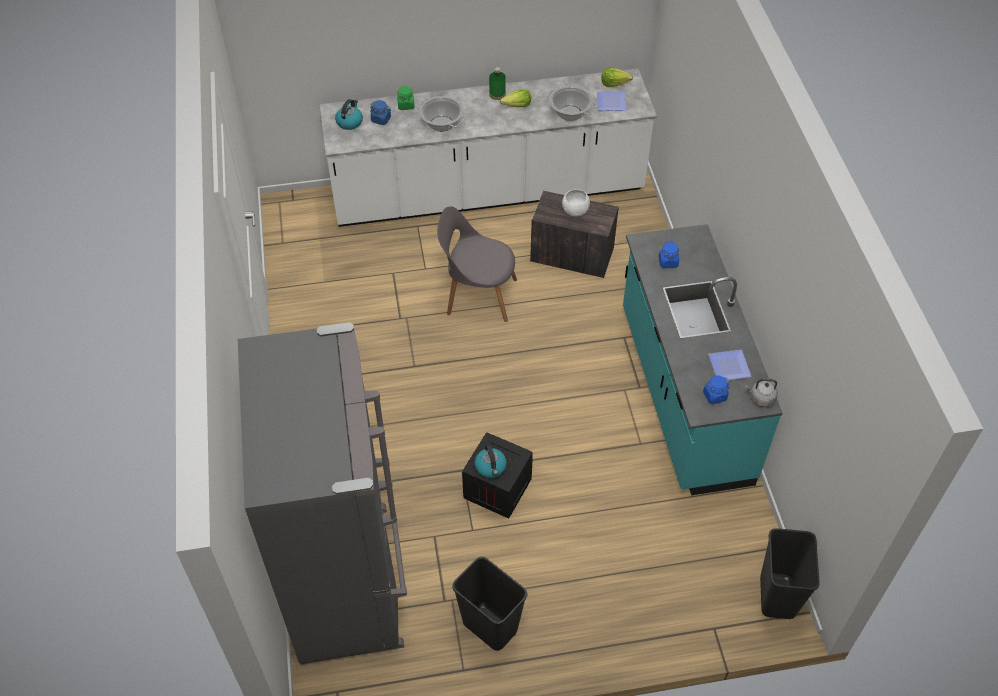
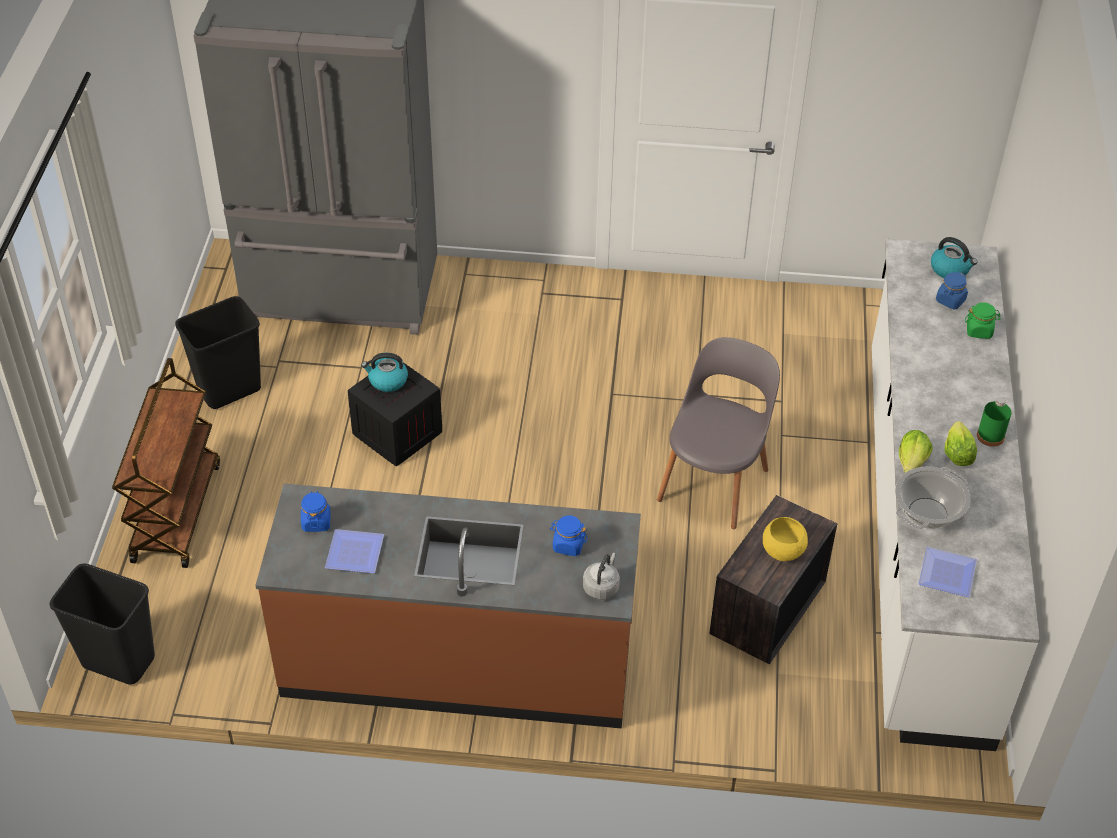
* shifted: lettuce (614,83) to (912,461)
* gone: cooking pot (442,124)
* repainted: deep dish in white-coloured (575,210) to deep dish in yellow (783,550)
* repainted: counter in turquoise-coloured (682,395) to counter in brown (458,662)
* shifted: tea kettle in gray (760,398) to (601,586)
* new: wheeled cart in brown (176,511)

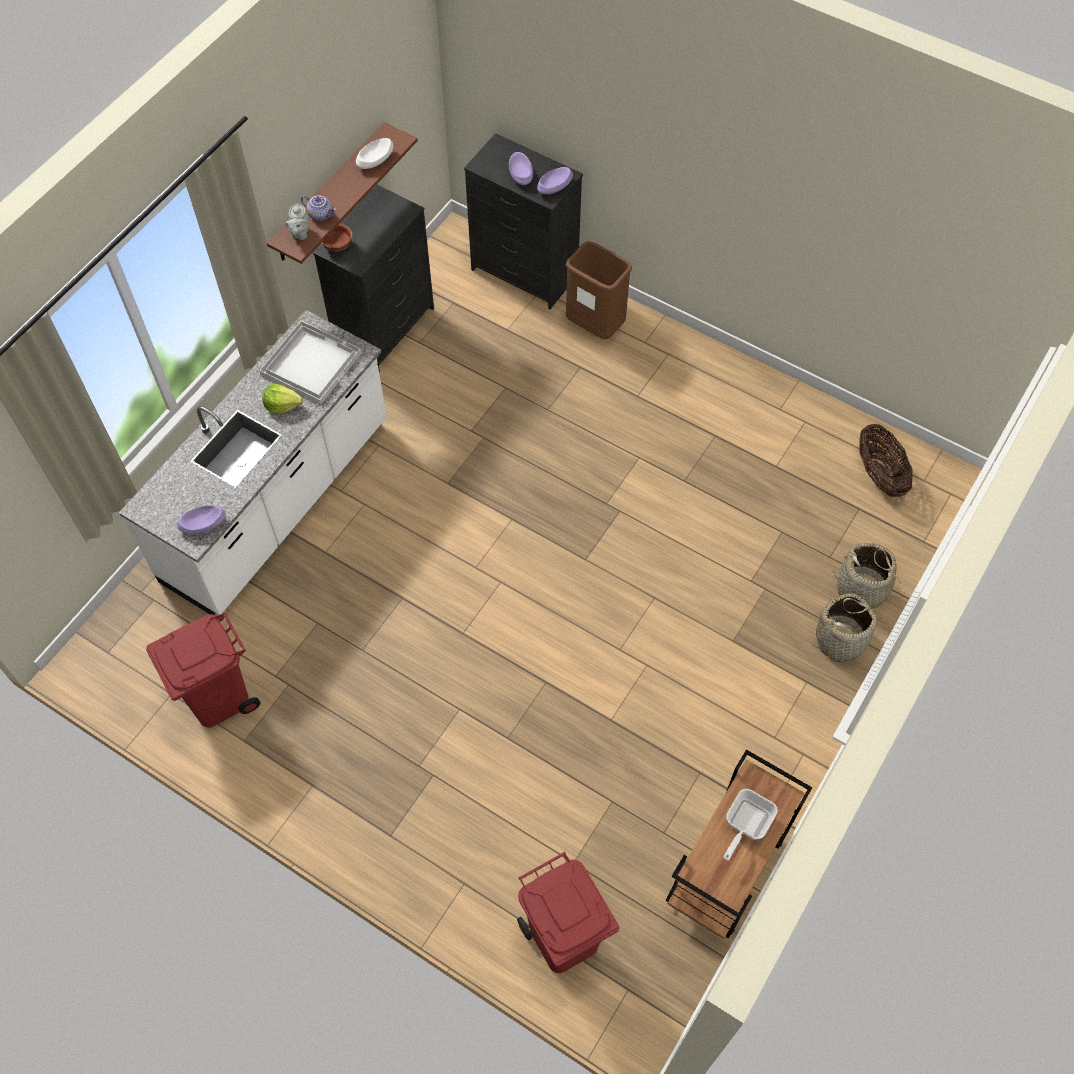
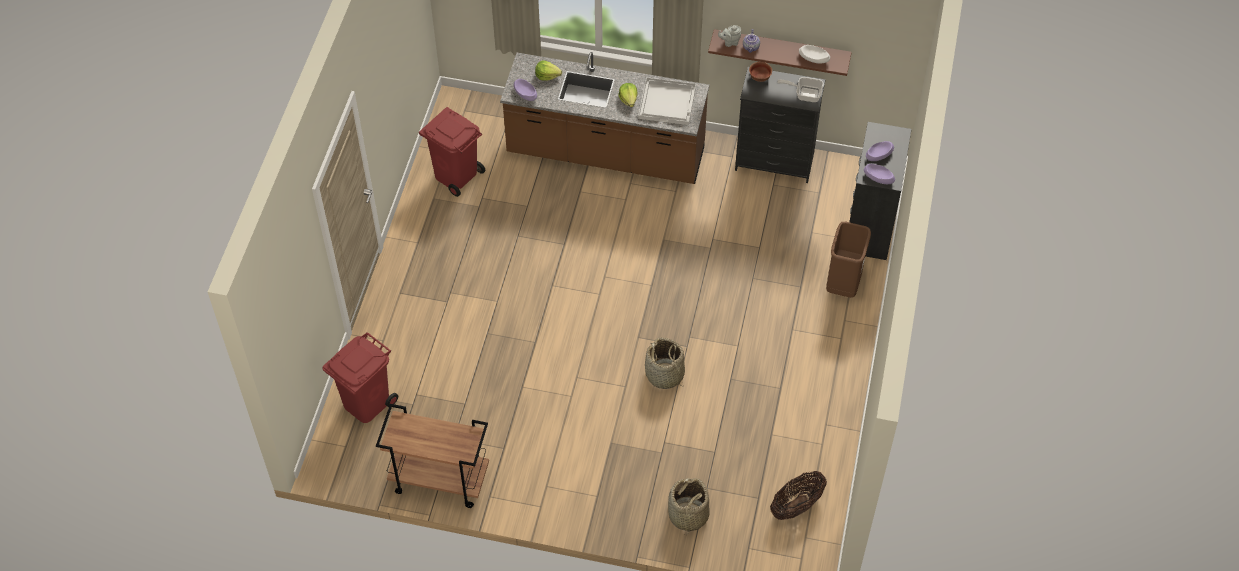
* repainted: counter in white-coloured (279,503) to counter in brown (605,154)
* shifted: household basket (841,639) to (665,375)
* shifted: skillet (745,824) to (804,94)
* new: lettuce (547,75)

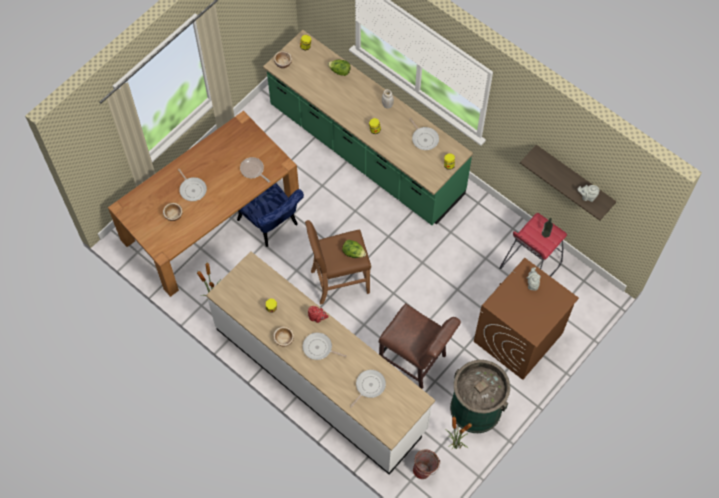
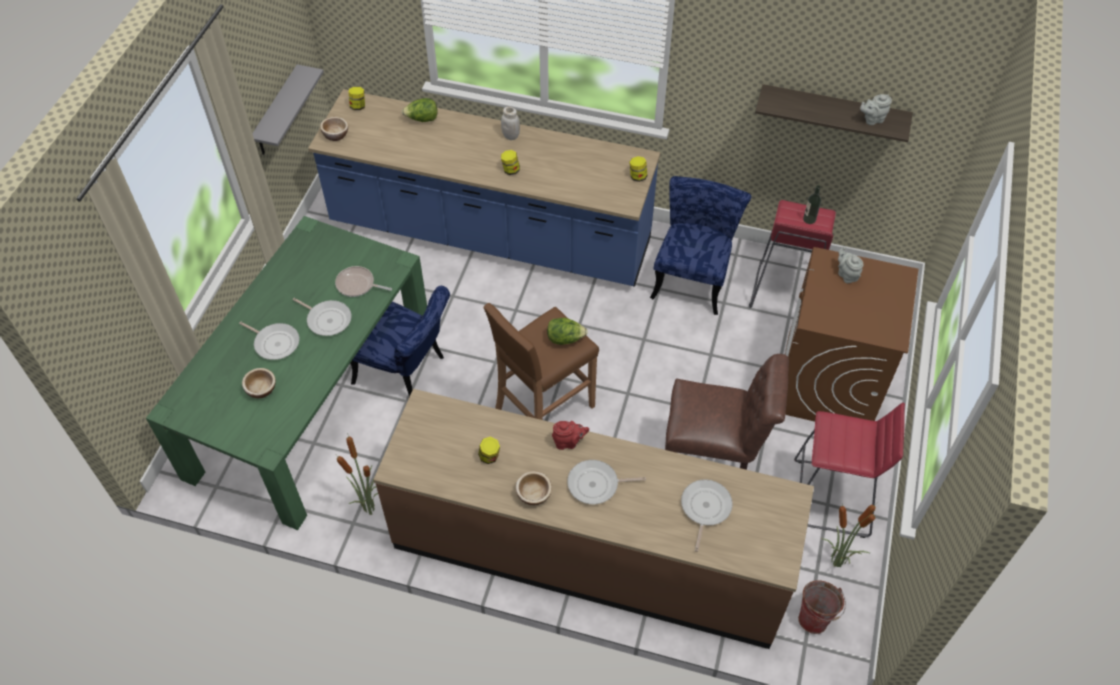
* repainted: counter in green-coloured (365,151) to counter in blue-coloured (490,234)
* repainted: kitchen table in brown (210,219) to kitchen table in green-coloured (311,398)
* shifted: skillet (424,138) to (327,319)
* repainted: counter in white-coloured (321,378) to counter in brown (589,552)
* swapped: trash can in green-coloured (476,408) to stool seat in reddish (832,498)
* new: wall shelf in gray (277,112)
* new: plain chair in blue-coloured (693,276)

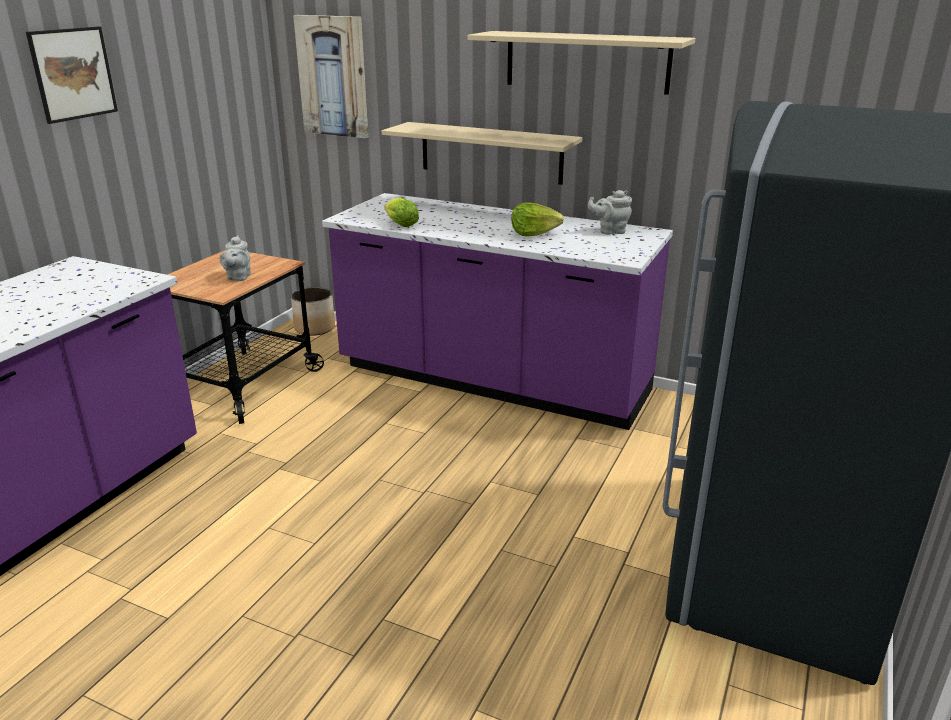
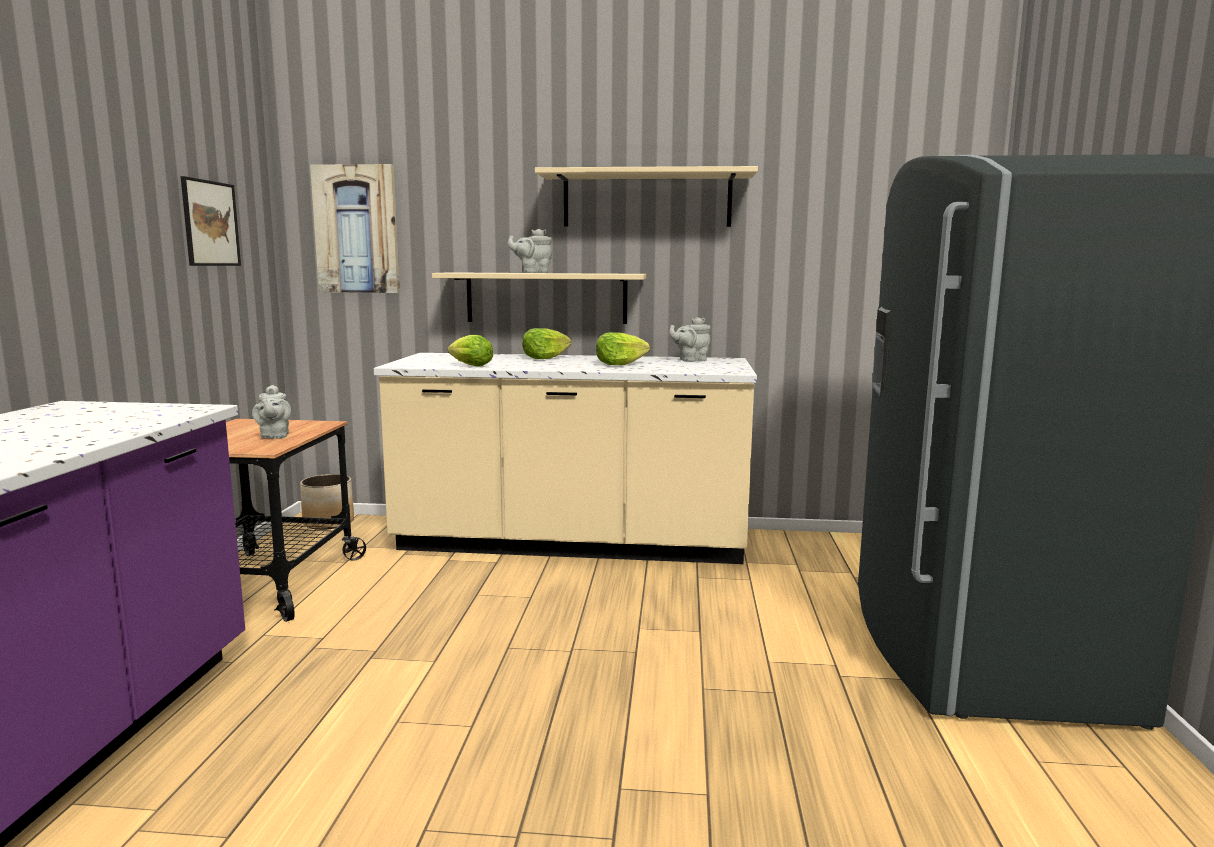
* shifted: wall art (73,74) to (210,223)
* repainted: counter in purplish (492,381) to counter in beige-coloured (571,544)
* new: teapot in gray (532,272)
* new: lettuce (544,358)

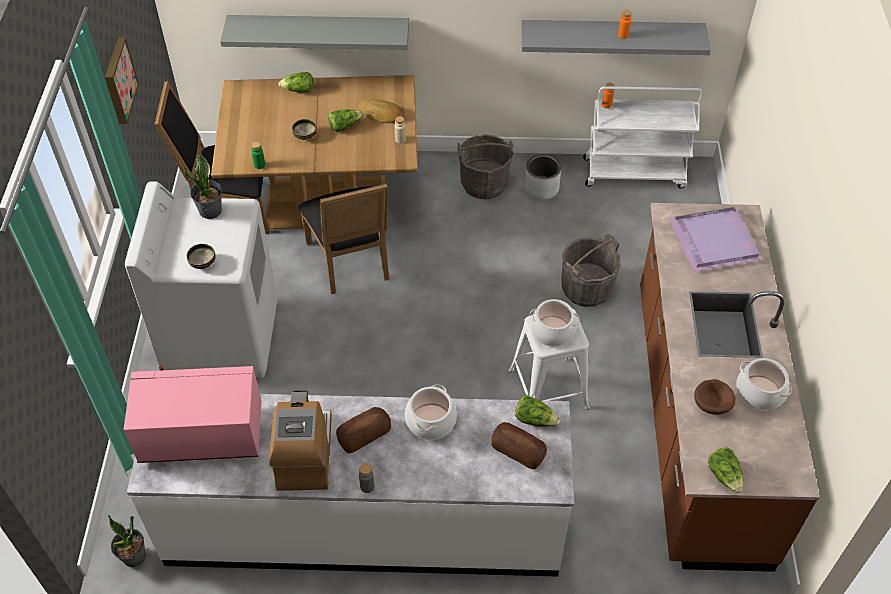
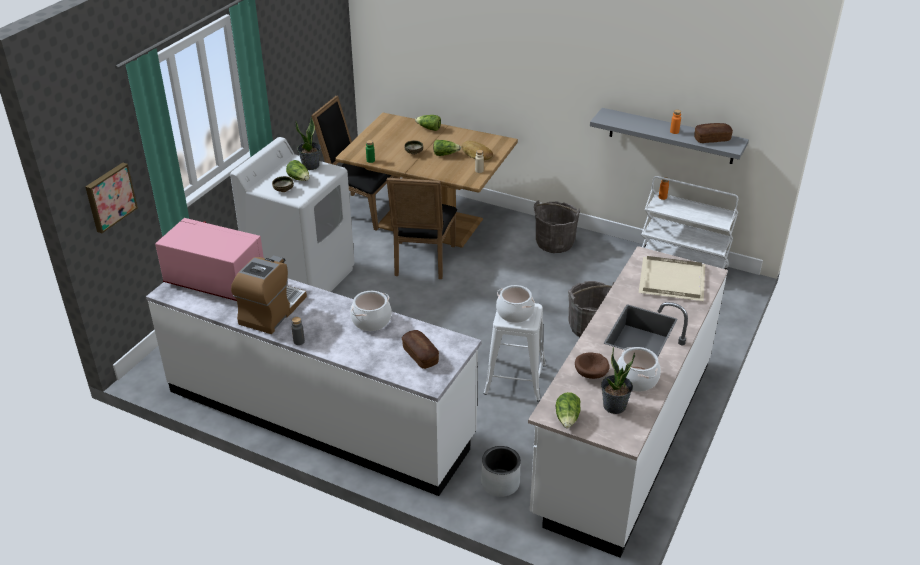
* gone: wall shelf in gray (319,31)
* shifted: wall art (118,80) to (109,197)
* shifted: plant pot in gray (542,188) to (500,483)
* repainted: counter in brown (697,420) to counter in white-coloured (623,437)
* repainted: tray in purplish (716,241) to tray in beige-coloured (673,281)
* shifted: lettuce (535,419) to (299,179)
* shifted: baked bread (364,435) to (712,139)
* shifted: potted plant (134,556) to (614,406)

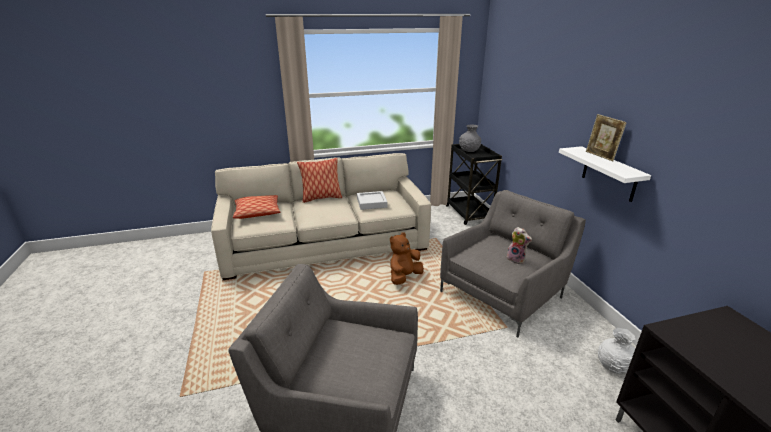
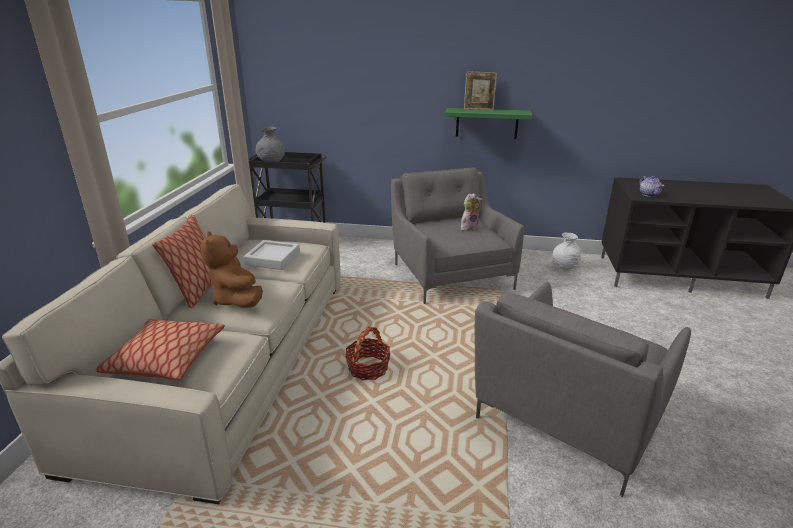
* repainted: wall shelf in white-coloured (609,174) to wall shelf in green-coloured (487,123)
* shifted: cuddly toy in brown (404,277) to (238,300)
* new: teapot (649,194)
* new: household basket (368,368)

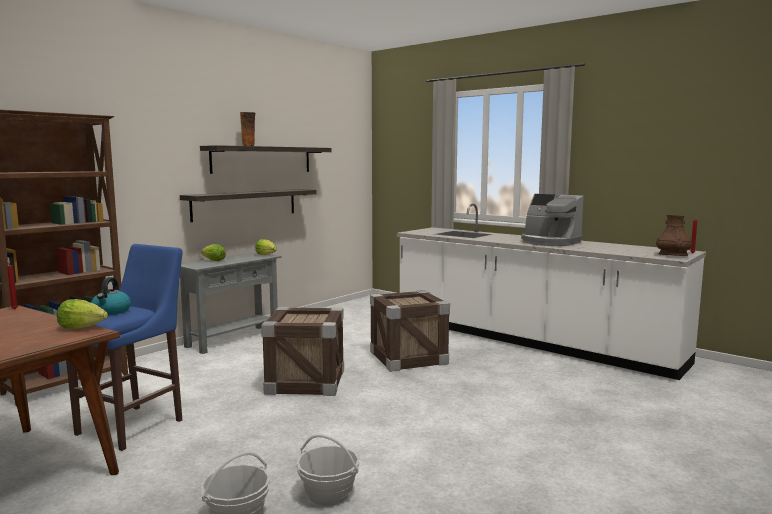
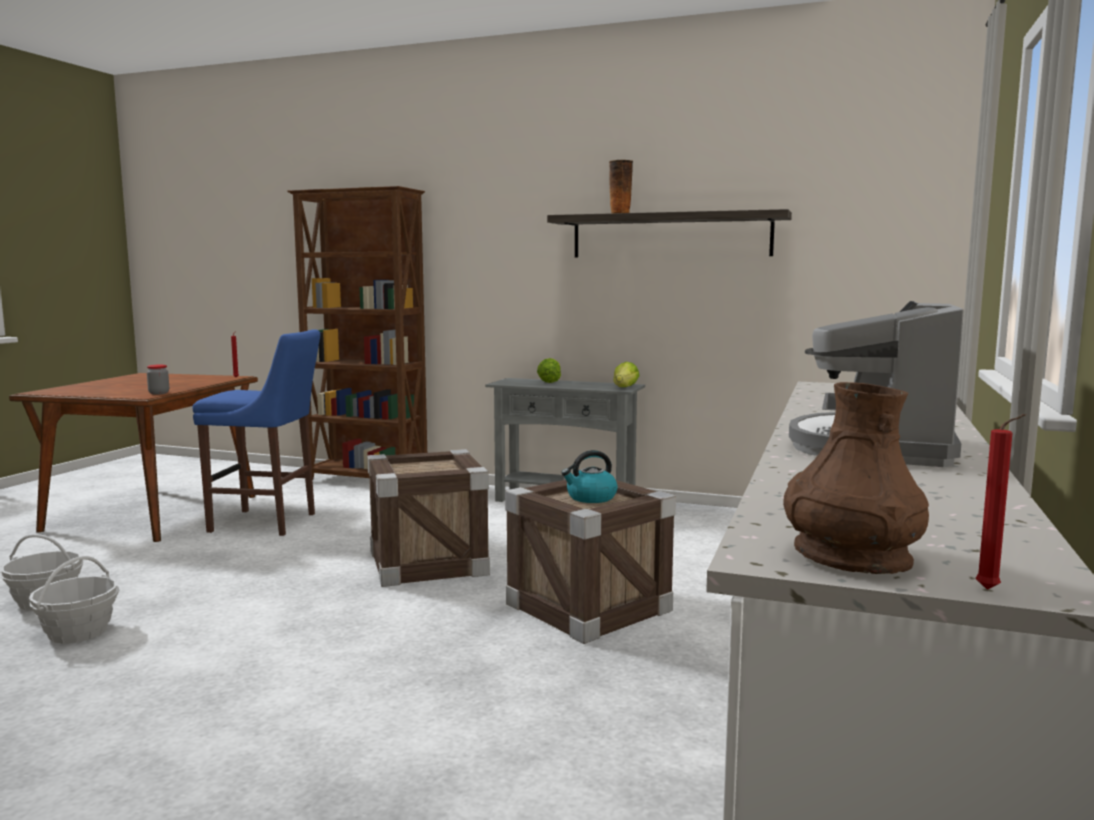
* gone: wall shelf (245,204)
* shifted: tea kettle (111,312) to (590,498)
* swapped: lettuce (81,328) to storage jar (159,393)

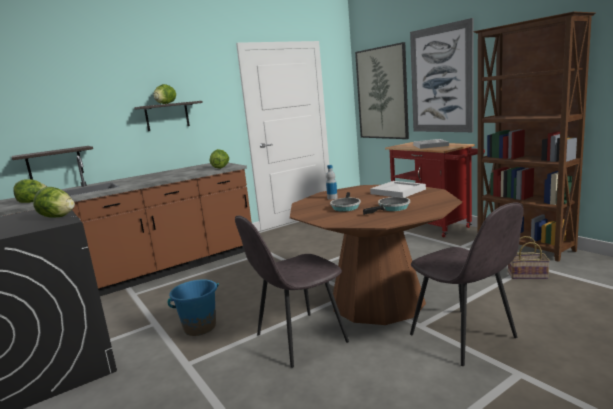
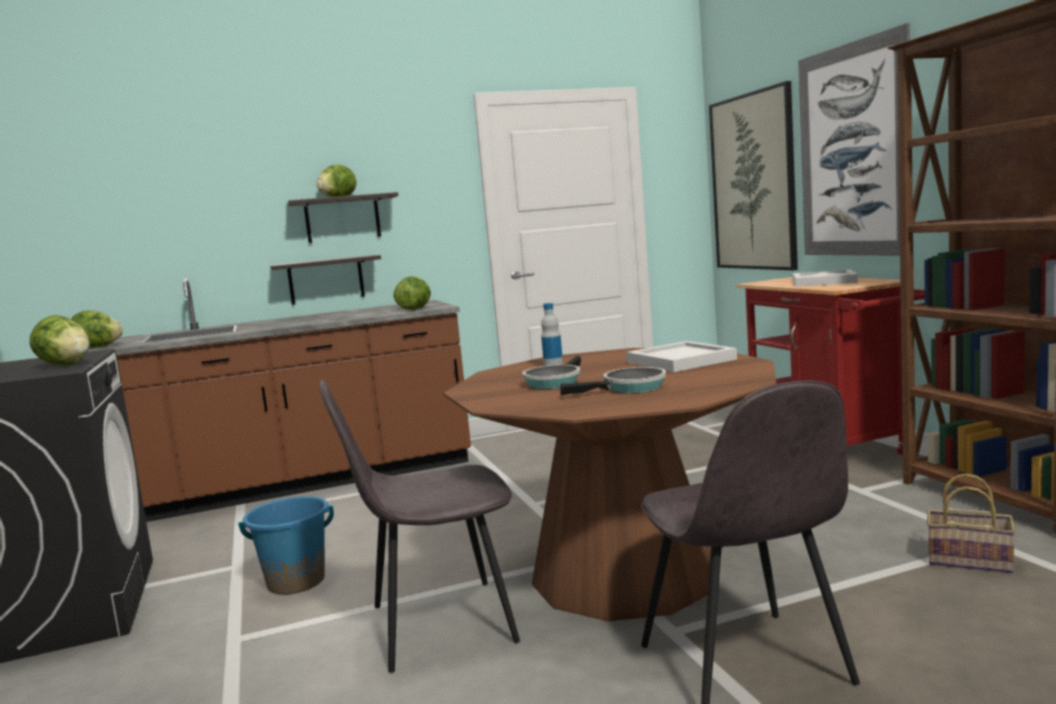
* shifted: wall shelf (54,163) to (326,280)

